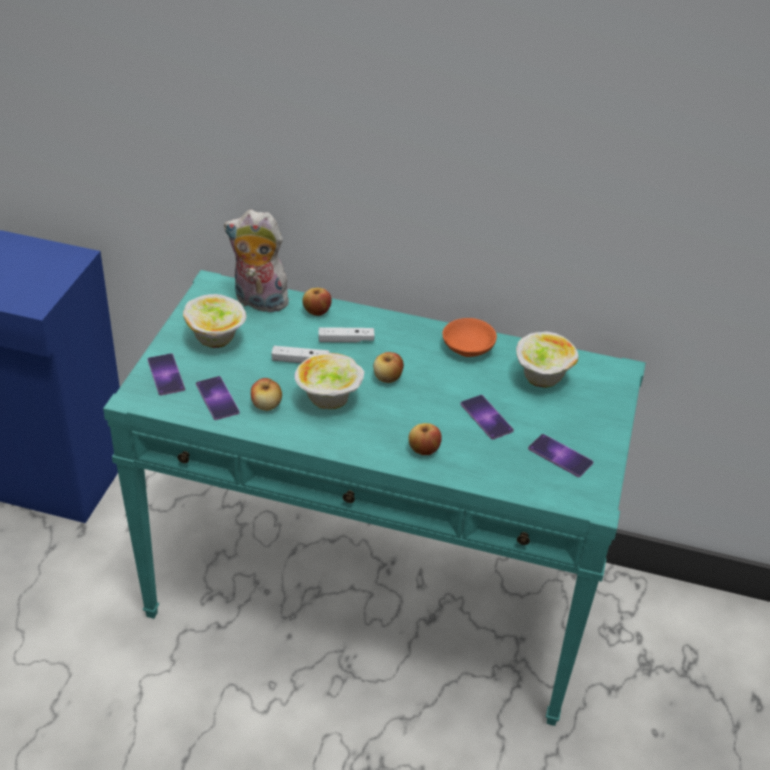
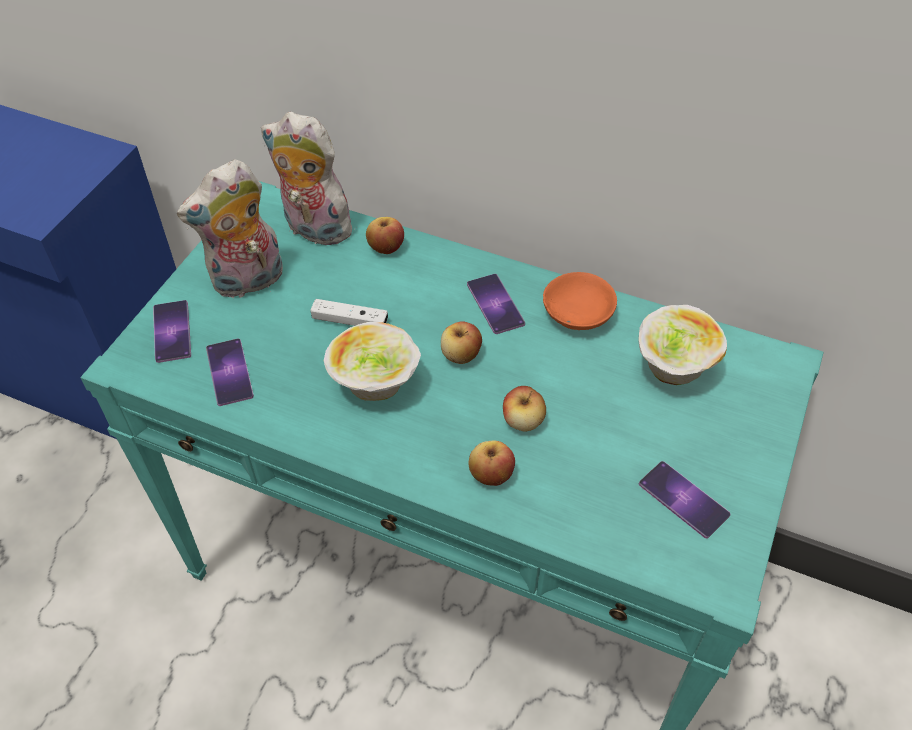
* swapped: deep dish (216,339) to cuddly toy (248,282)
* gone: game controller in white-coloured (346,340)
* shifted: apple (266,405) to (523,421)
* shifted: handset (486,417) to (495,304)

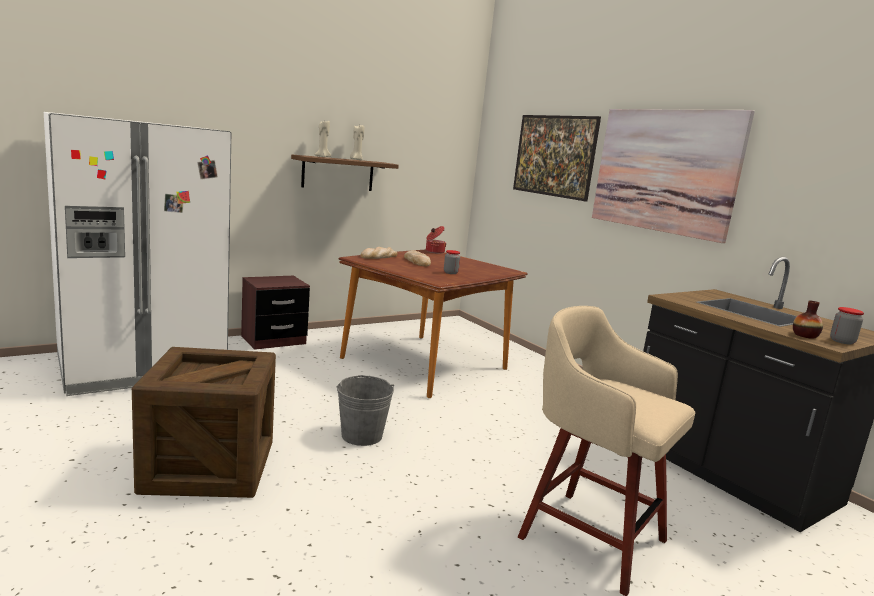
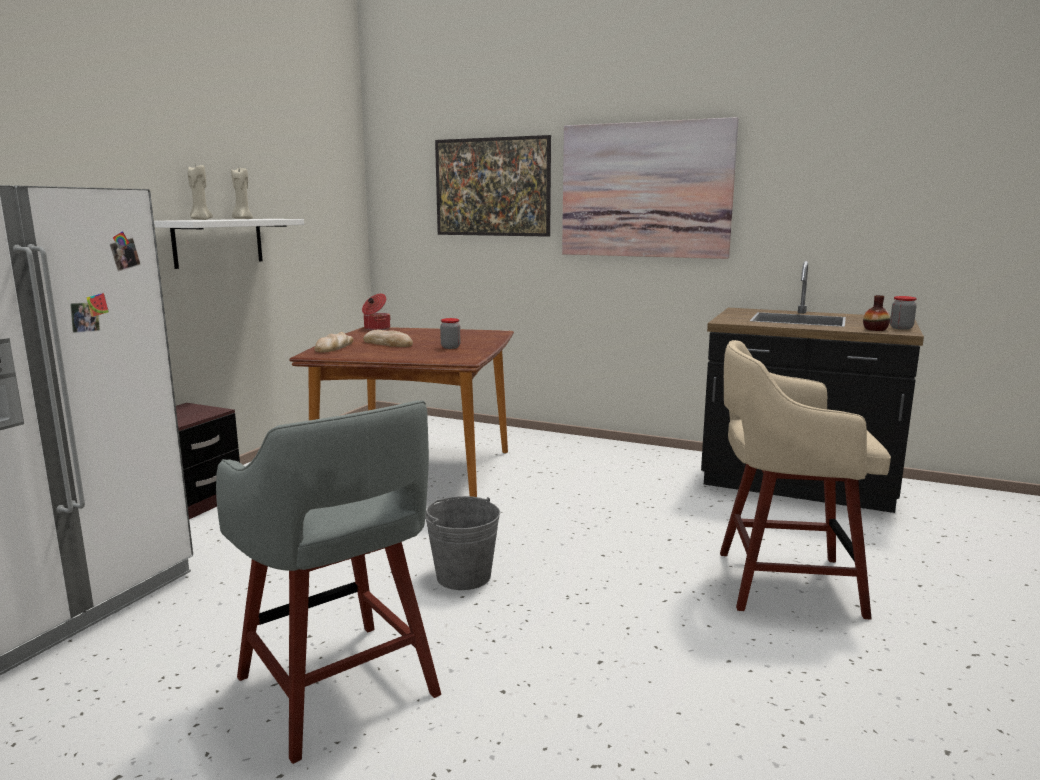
* repainted: wall shelf in brown (338,173) to wall shelf in white-coloured (218,242)
* swapped: shipping crate (209,467) to stool seat in gray (339,690)

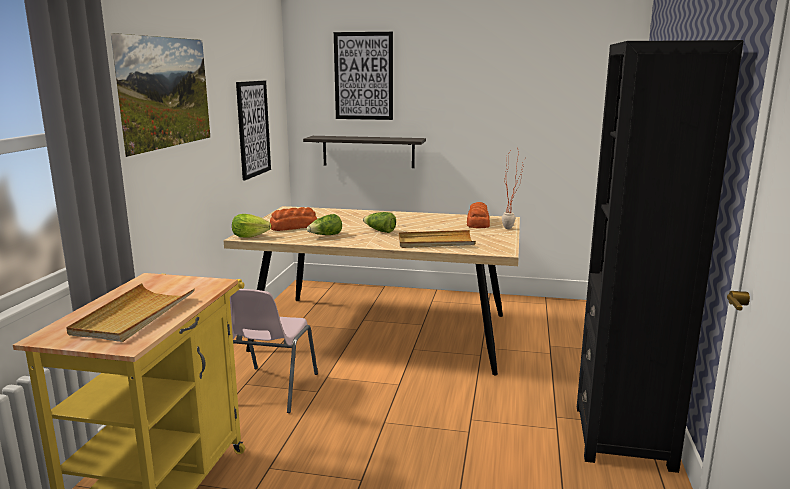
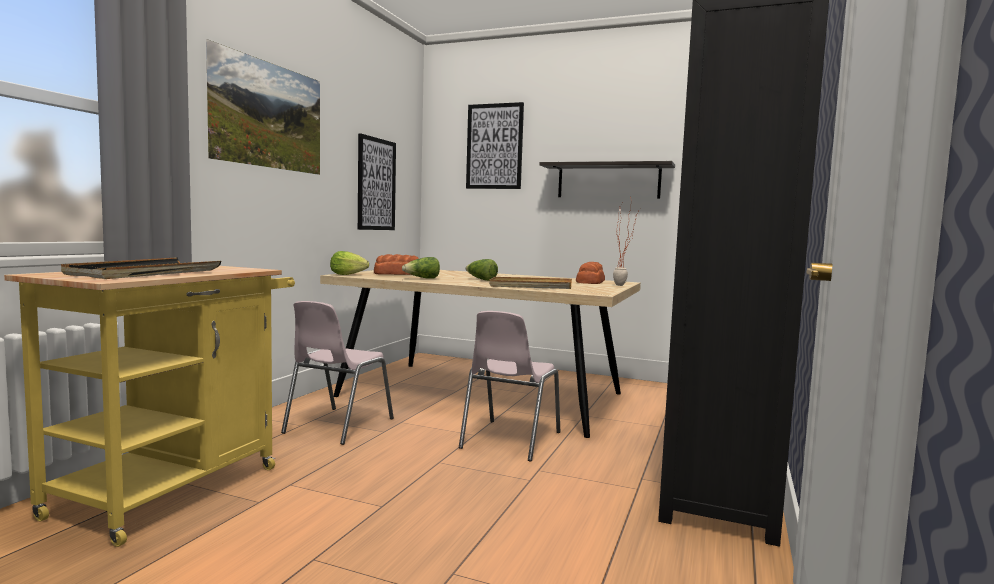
* shifted: wall shelf (368,151) to (608,181)
* repainted: tray in beige-coloured (134,316) to tray in black-coloured (145,273)
* new: plain chair in pink-coloured (509,440)

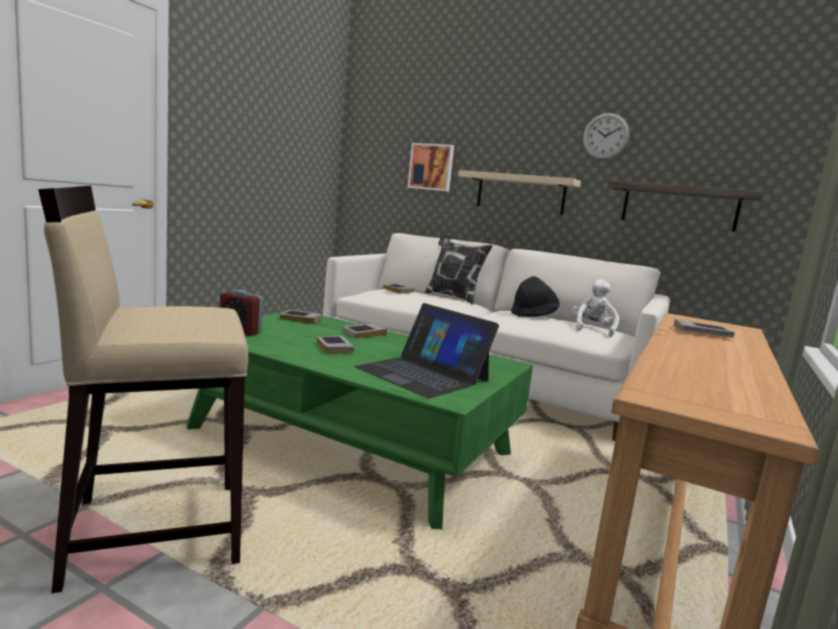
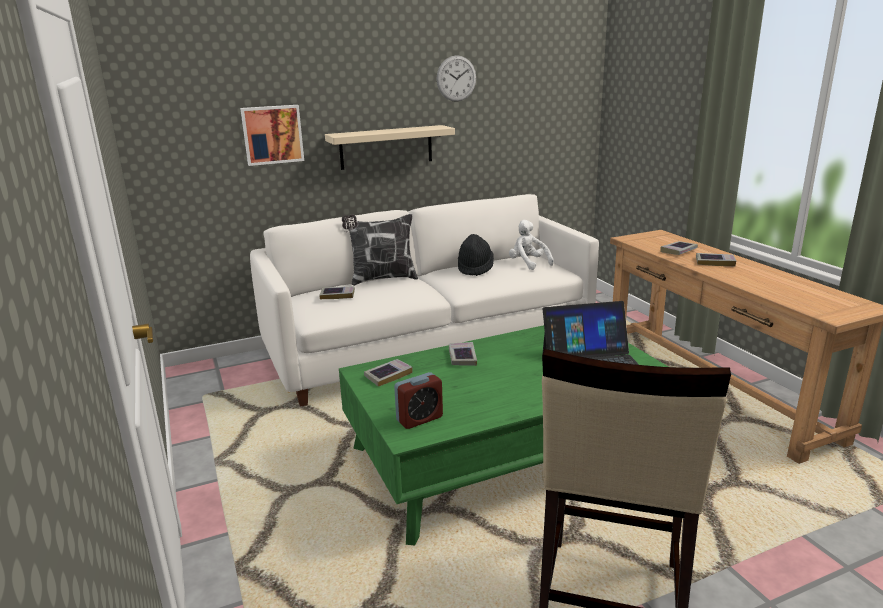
* gone: wall shelf (679,206)
* shifted: bound book (334,348) to (715,262)

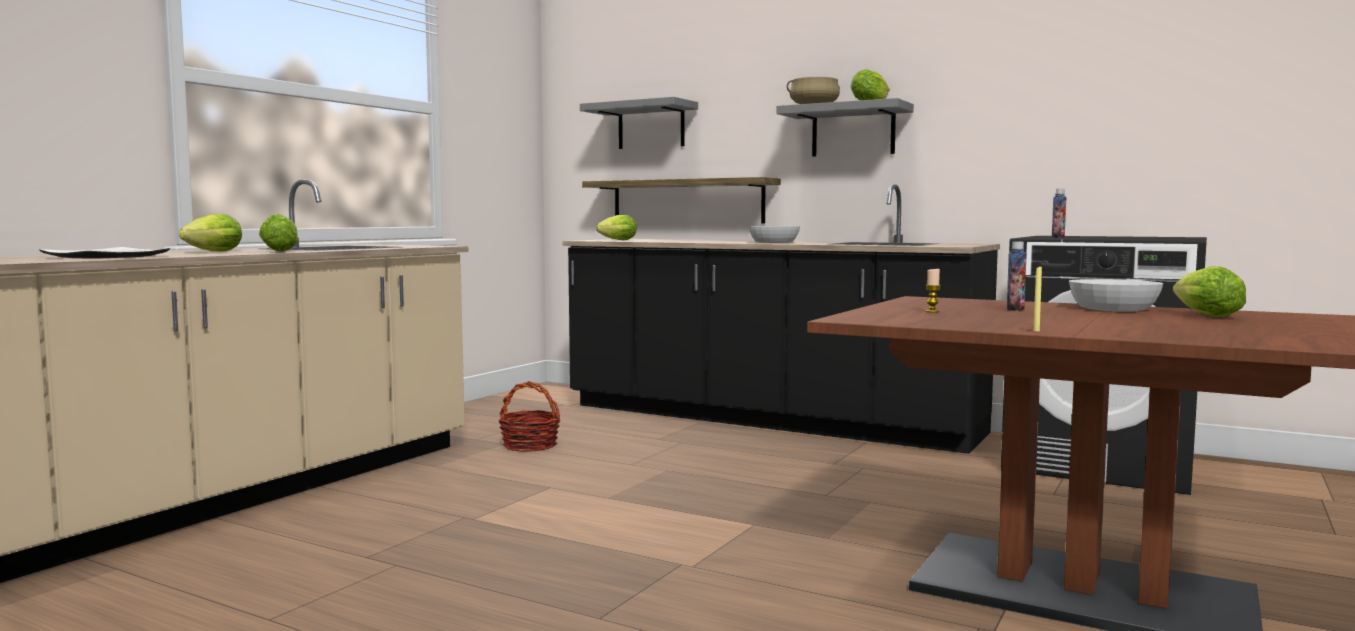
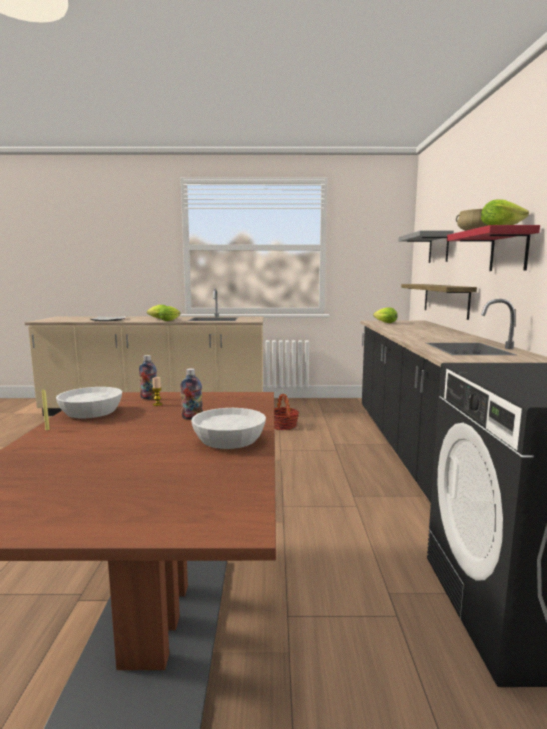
* repainted: wall shelf in gray (853,131) to wall shelf in reddish (509,250)
* shifted: bottle (1058,237) to (149,398)
* shifted: deep dish in white-coloured (773,242) to (92,412)
* gone: lettuce (1203,315)

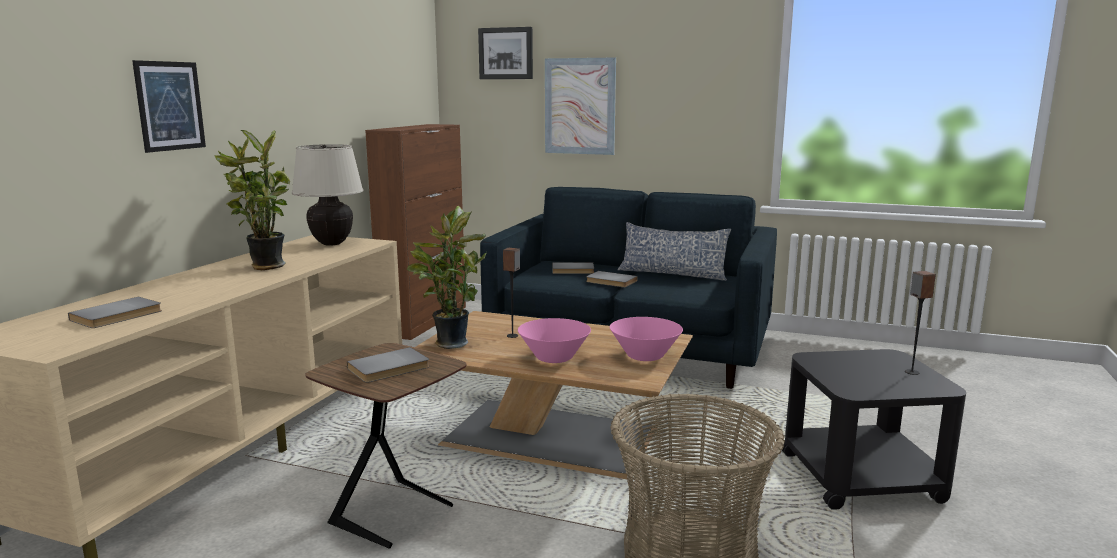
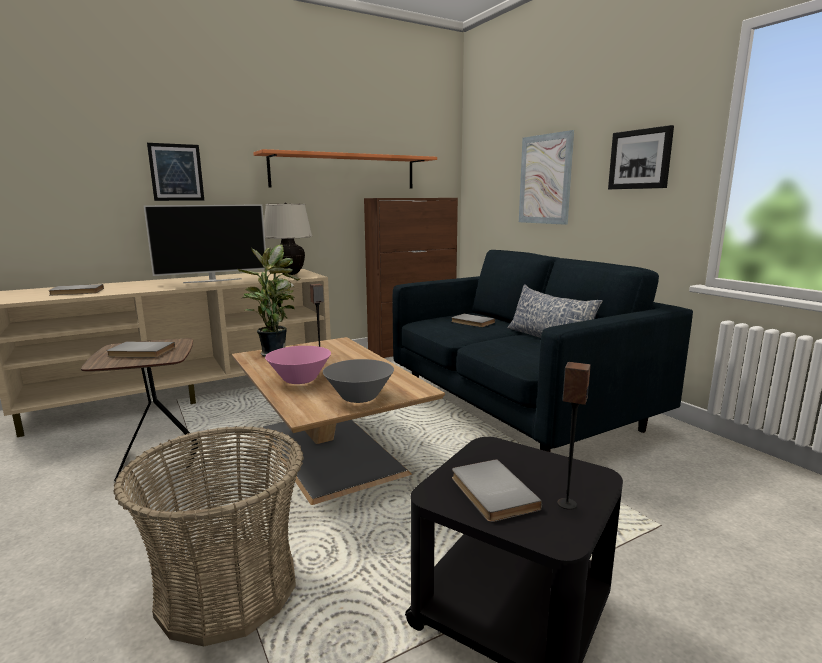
* shifted: wall art (506,53) to (640,159)
* swapped: potted plant (264,267) to TV (213,281)
* shifted: bound book in gray (610,281) to (490,493)
* repainted: deep dish in pink-coloured (645,356) to deep dish in gray (359,397)
* new: wall shelf in orange (344,172)

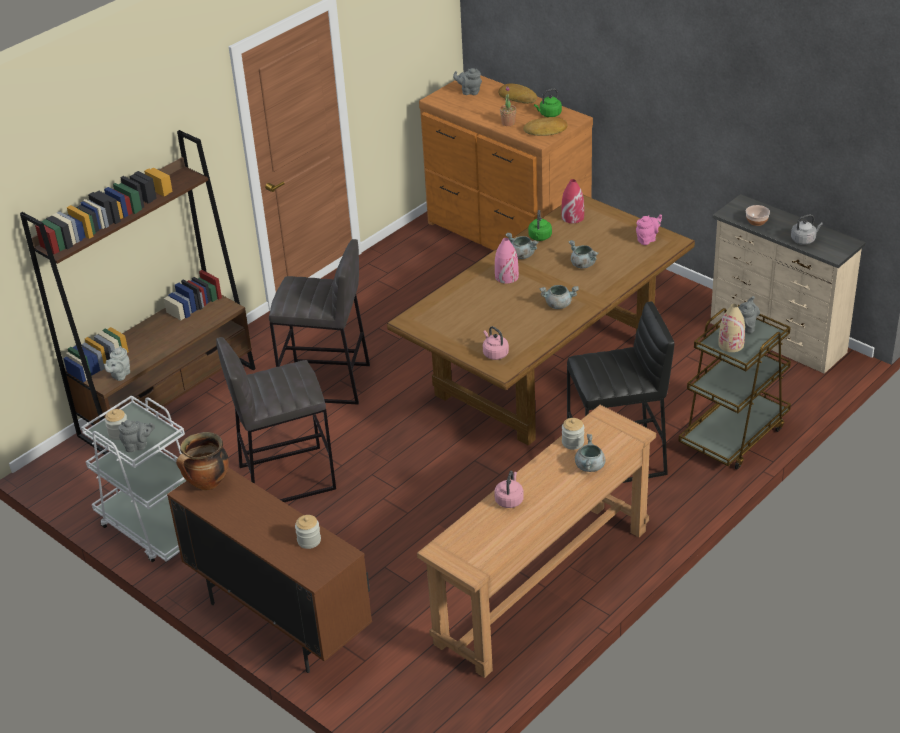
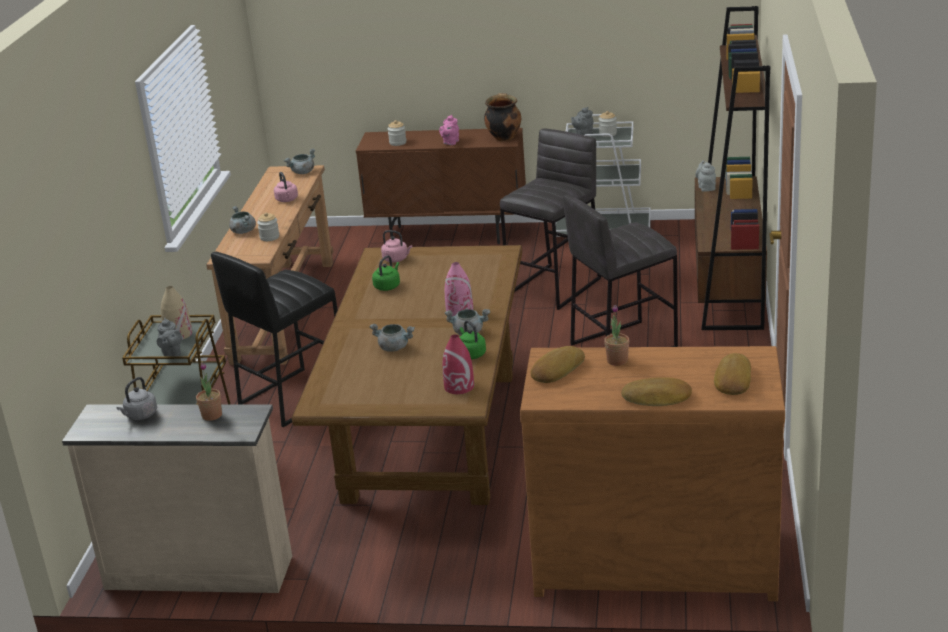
* swapped: teapot in gray (469,92) to baked bread (732,380)
* shifted: tea kettle in green-coloured (549,114) to (388,286)
* swapped: deep dish (756,221) to potted plant (212,415)
* shifted: teapot in pink-coloured (647,239) to (450,142)
* shifted: cooking pot in gray (559,304) to (302,172)

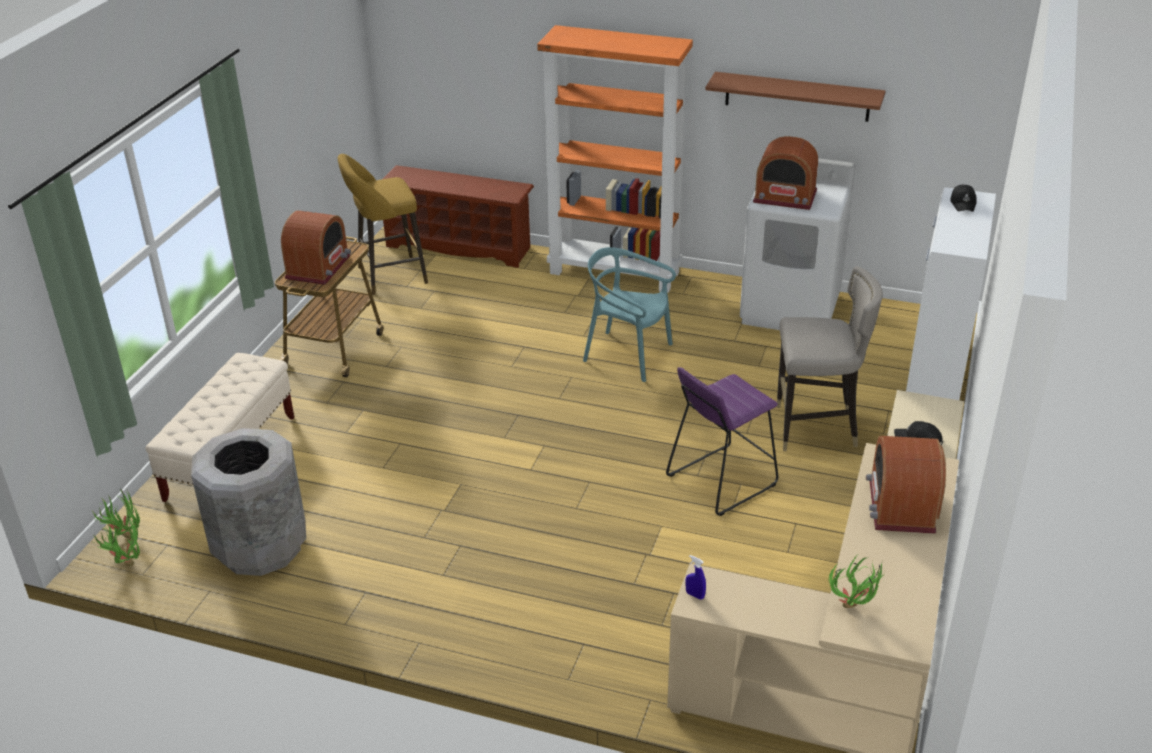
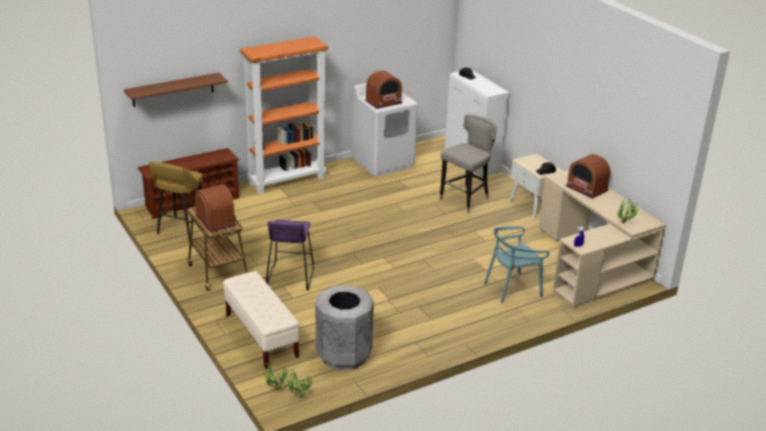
* shifted: wall shelf in brown (797,96) to (173,89)
* shifted: plain chair in turquoise-coloured (628,355) to (512,288)
* shifted: stool seat in purplish (721,480) to (290,277)

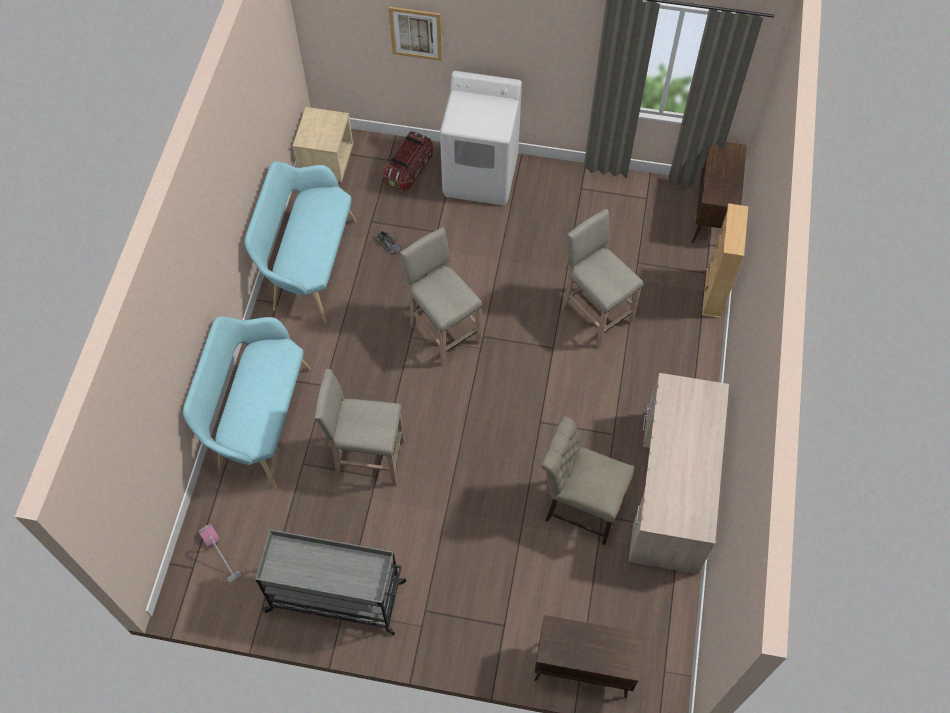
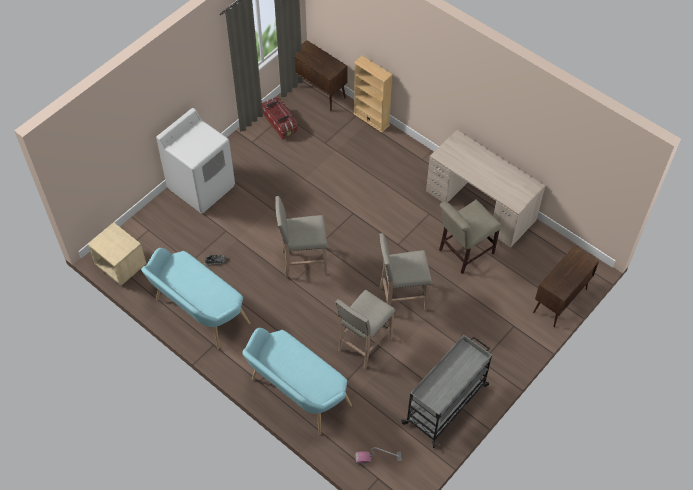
* gone: wall art (416,33)
* shifted: storage bin (409,170) to (280,123)
* shifted: stool seat in beige-coloured (595,314) to (401,298)

